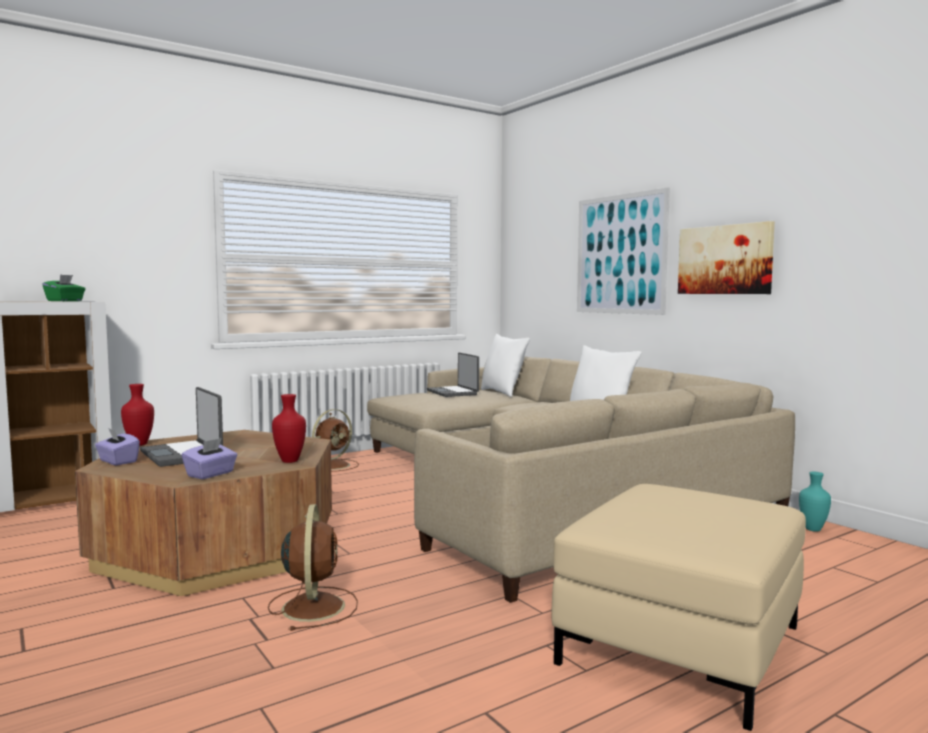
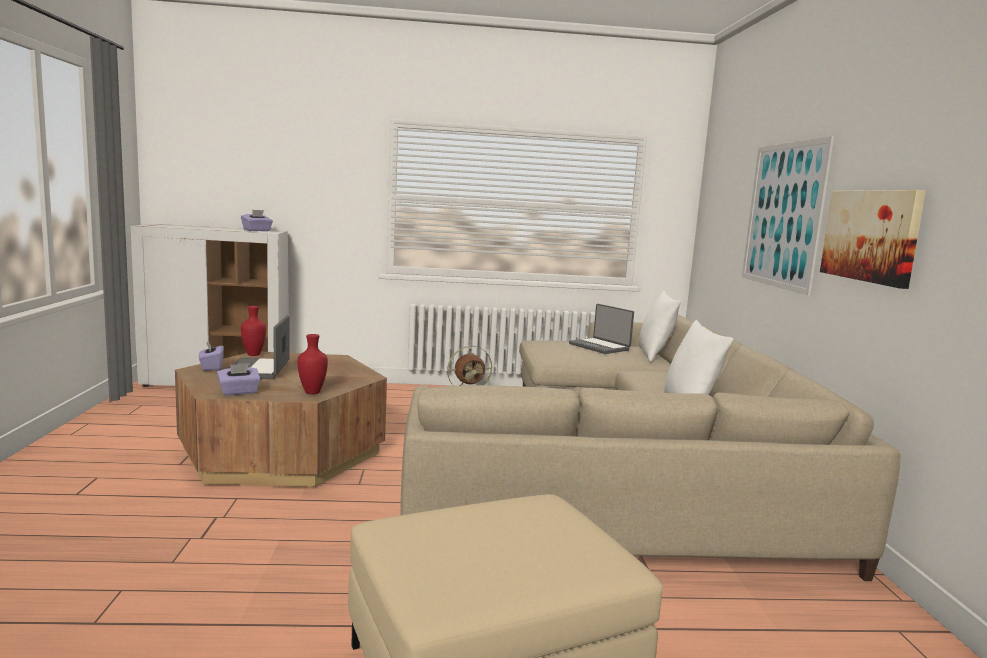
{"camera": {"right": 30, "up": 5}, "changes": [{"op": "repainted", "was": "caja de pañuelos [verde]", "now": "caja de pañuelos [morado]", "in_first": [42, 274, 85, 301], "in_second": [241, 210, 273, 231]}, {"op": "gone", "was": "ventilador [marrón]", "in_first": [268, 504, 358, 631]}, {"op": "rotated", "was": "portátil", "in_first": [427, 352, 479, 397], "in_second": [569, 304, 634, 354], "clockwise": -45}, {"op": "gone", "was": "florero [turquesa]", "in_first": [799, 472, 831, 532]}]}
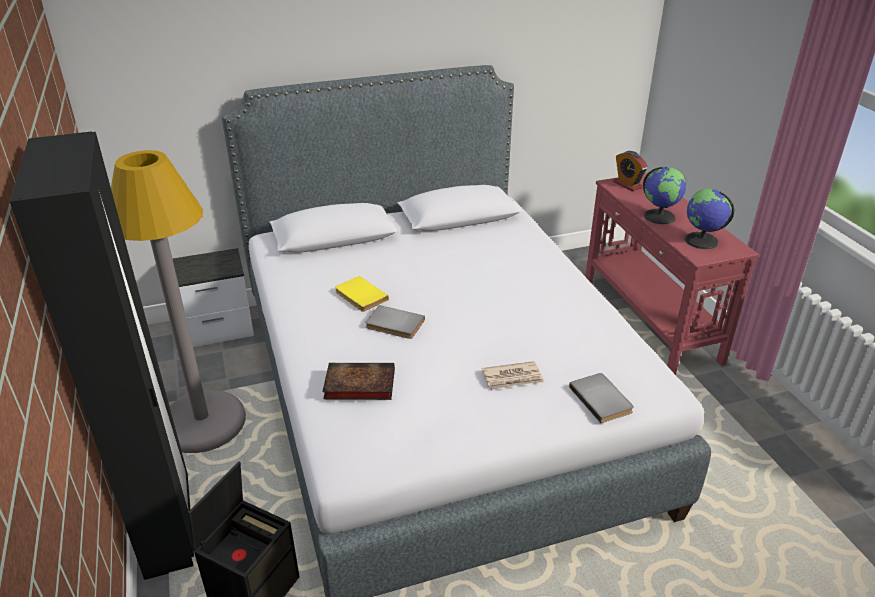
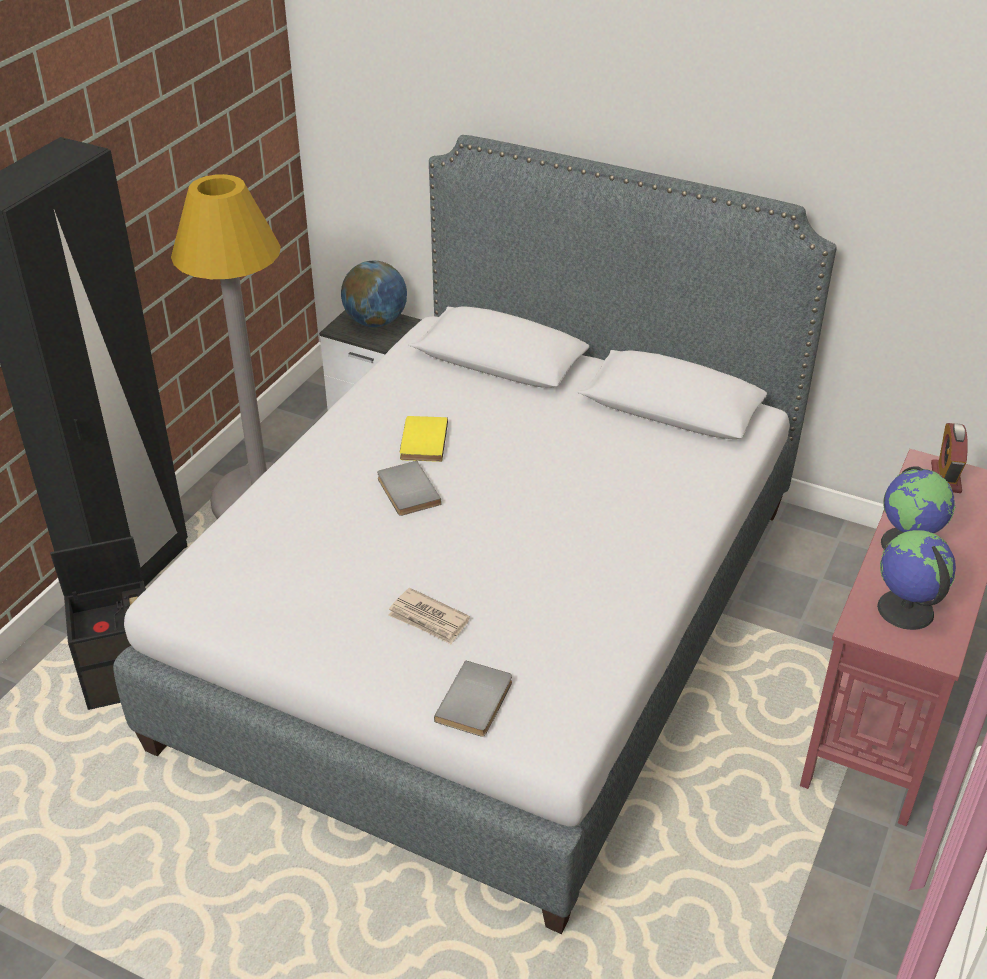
{"camera": {"right": 45, "up": 5}, "changes": [{"op": "gone", "was": "libro", "in_first": [322, 363, 395, 400]}, {"op": "new", "now": "globo terráqueo", "in_second": [341, 261, 407, 327]}]}
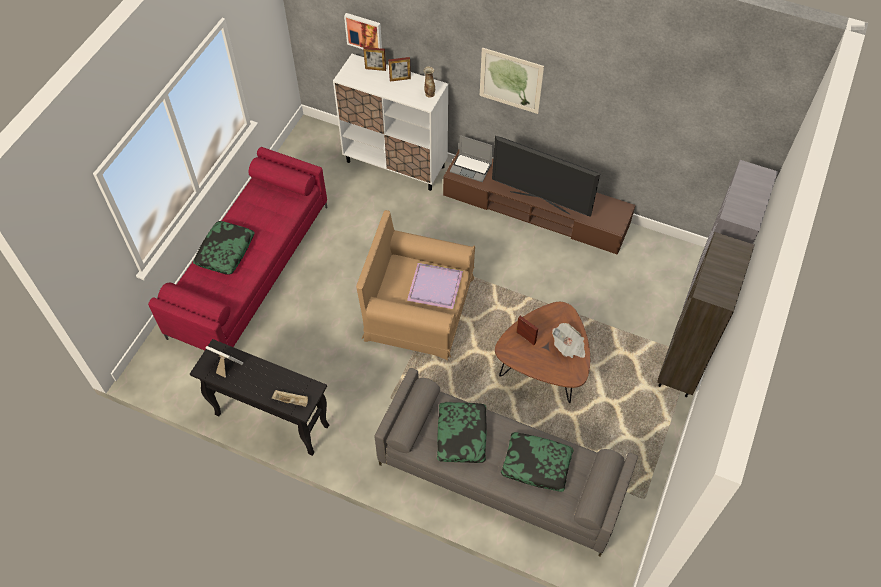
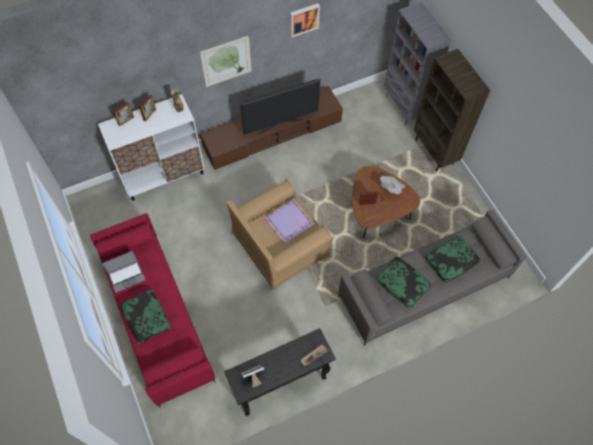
{"camera": {"right": -50, "up": 5}, "changes": [{"op": "shifted", "was": "cuadro", "in_first": [344, 13, 382, 49], "in_second": [290, 3, 320, 37]}, {"op": "shifted", "was": "portátil", "in_first": [450, 135, 493, 182], "in_second": [102, 251, 145, 293]}]}
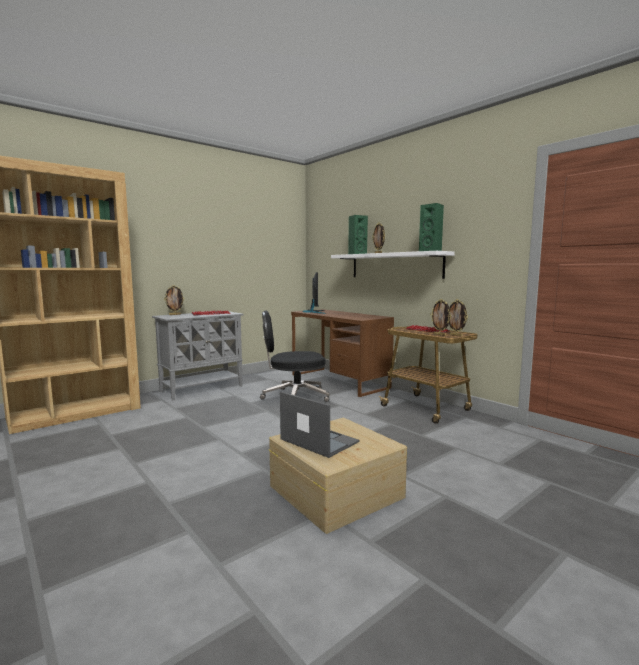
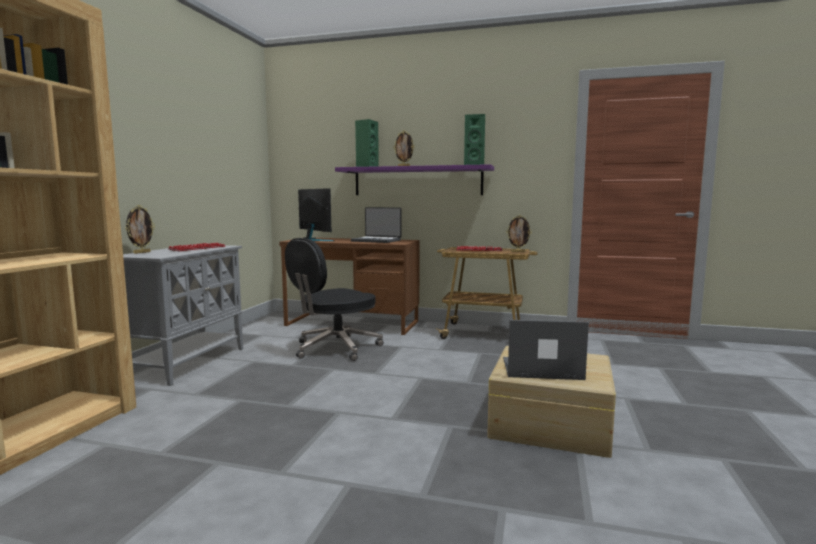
{"camera": {"right": -35, "up": 0}, "changes": [{"op": "repainted", "was": "estante [blanco]", "now": "estante [morado]", "in_first": [331, 251, 455, 279], "in_second": [335, 164, 494, 195]}, {"op": "gone", "was": "portarretratos", "in_first": [430, 299, 451, 336]}, {"op": "new", "now": "portátil", "in_second": [351, 207, 401, 243]}]}
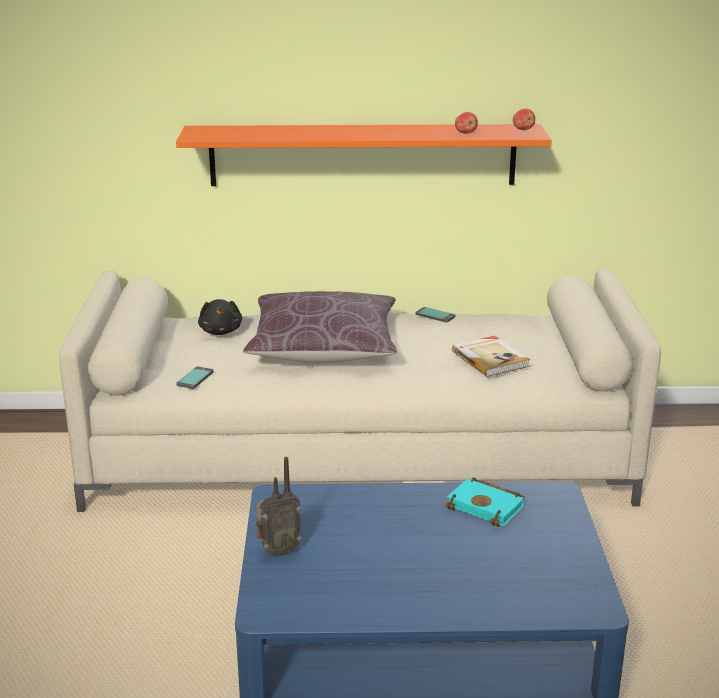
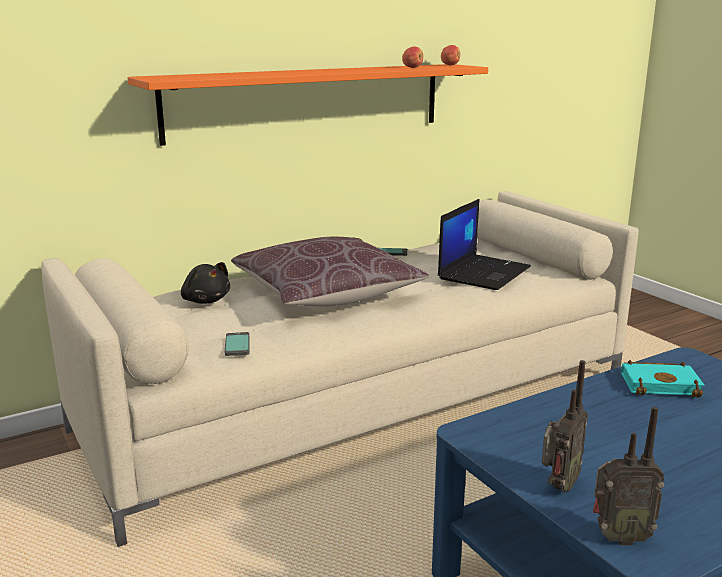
{"camera": {"right": -30, "up": -5}, "changes": [{"op": "swapped", "was": "libro", "now": "portátil", "in_first": [452, 336, 530, 377], "in_second": [438, 199, 531, 290]}, {"op": "new", "now": "radio", "in_second": [593, 407, 664, 546]}]}
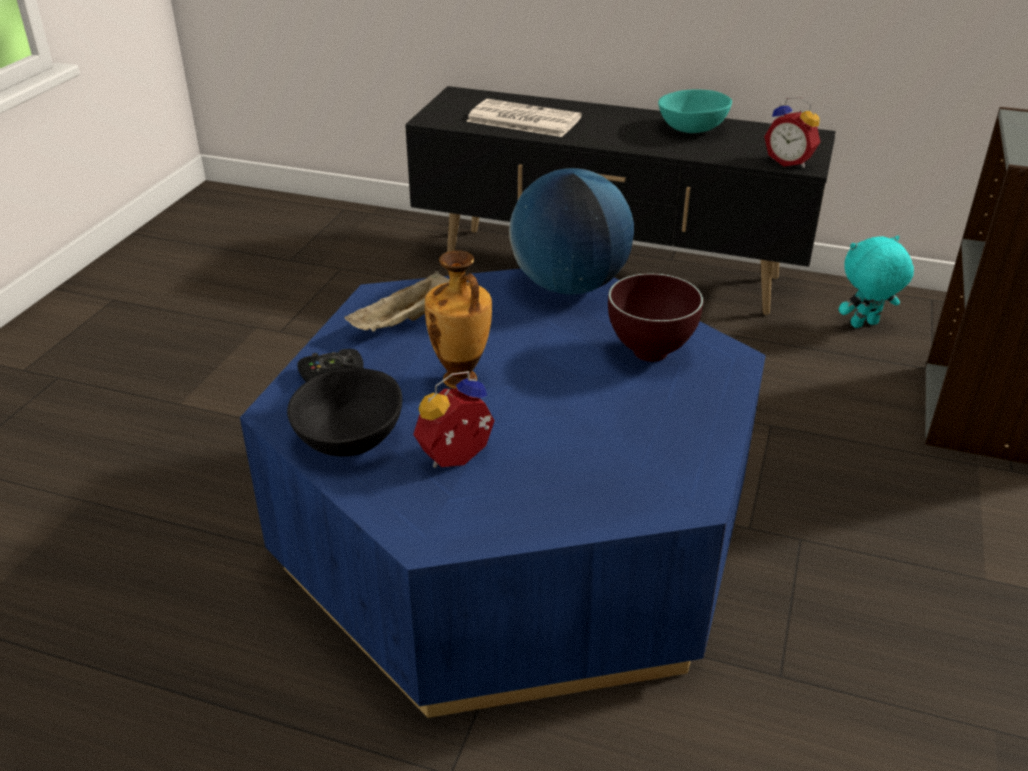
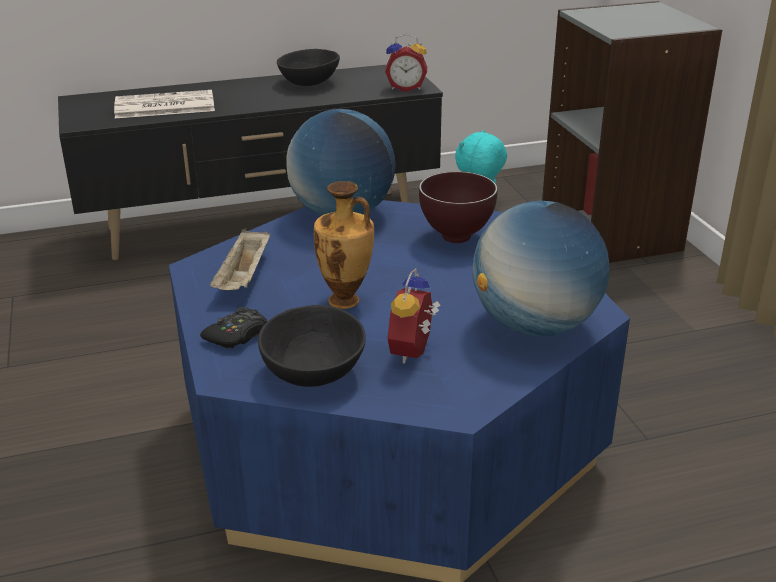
{"camera": {"right": -35, "up": -5}, "changes": [{"op": "repainted", "was": "cuenco [turquesa]", "now": "cuenco [negro]", "in_first": [658, 89, 732, 133], "in_second": [277, 49, 340, 86]}, {"op": "new", "now": "globo terráqueo", "in_second": [472, 201, 609, 337]}]}
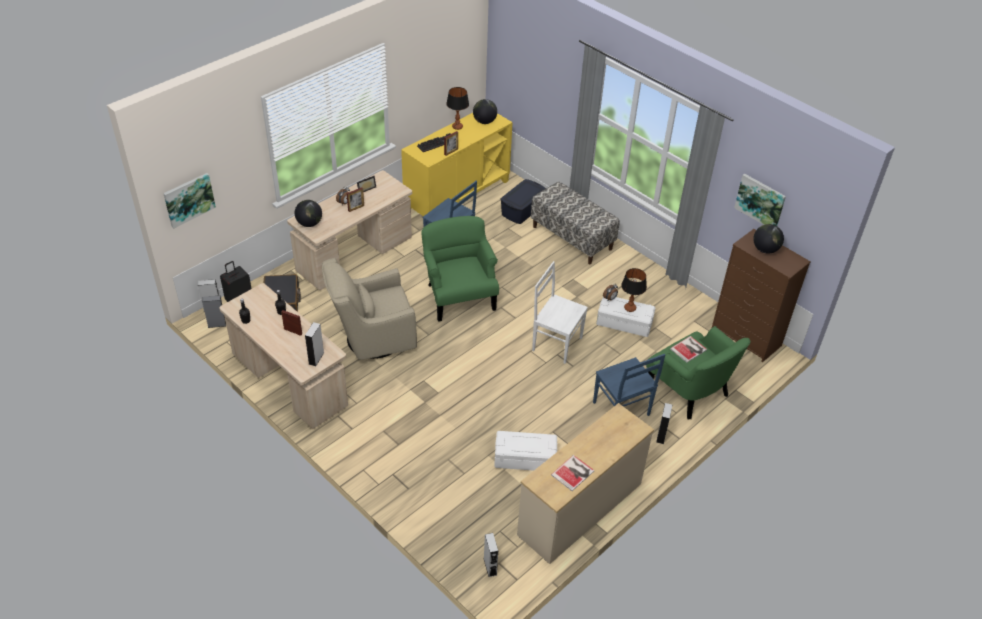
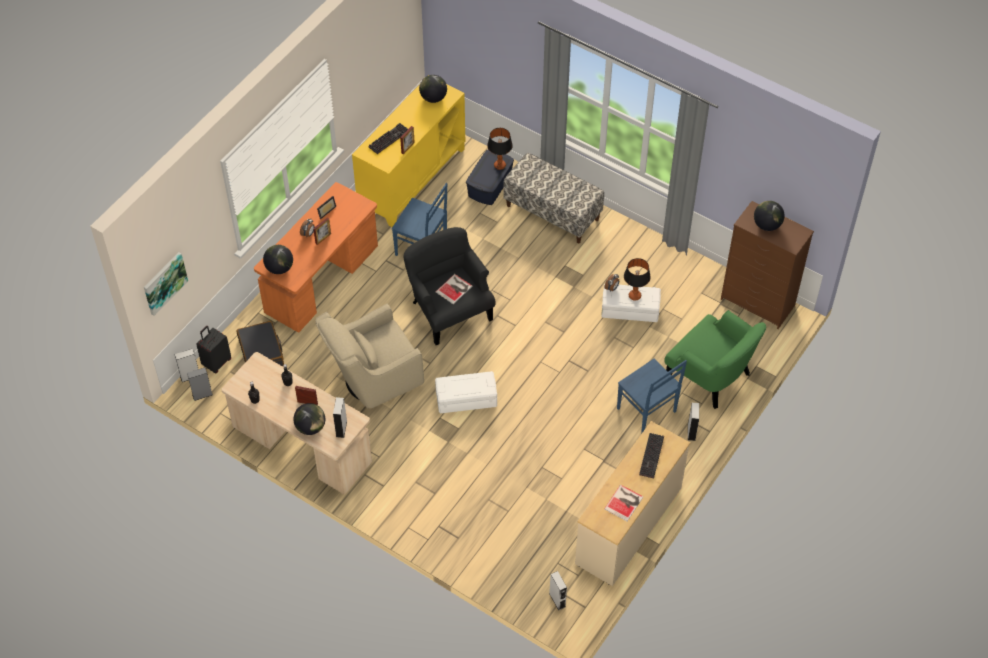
{"camera": {"right": -10, "up": 10}, "changes": [{"op": "repainted", "was": "escritorio [beis]", "now": "escritorio [naranja]", "in_first": [287, 170, 412, 290], "in_second": [254, 182, 378, 332]}, {"op": "repainted", "was": "sillón [verde]", "now": "sillón [negro]", "in_first": [421, 216, 499, 322], "in_second": [403, 227, 496, 345]}, {"op": "shifted", "was": "lámpara de mesa", "in_first": [446, 87, 469, 130], "in_second": [487, 128, 513, 170]}, {"op": "shifted", "was": "caja de almacenaje [blanco]", "in_first": [494, 431, 557, 471], "in_second": [435, 371, 497, 413]}, {"op": "gone", "was": "silla [blanco]", "in_first": [532, 261, 588, 364]}, {"op": "shifted", "was": "libro", "in_first": [670, 336, 707, 363], "in_second": [436, 274, 472, 304]}, {"op": "gone", "was": "cuadro", "in_first": [734, 174, 786, 226]}, {"op": "new", "now": "globo terráqueo", "in_second": [293, 403, 325, 435]}, {"op": "new", "now": "teclado", "in_second": [639, 433, 664, 478]}]}
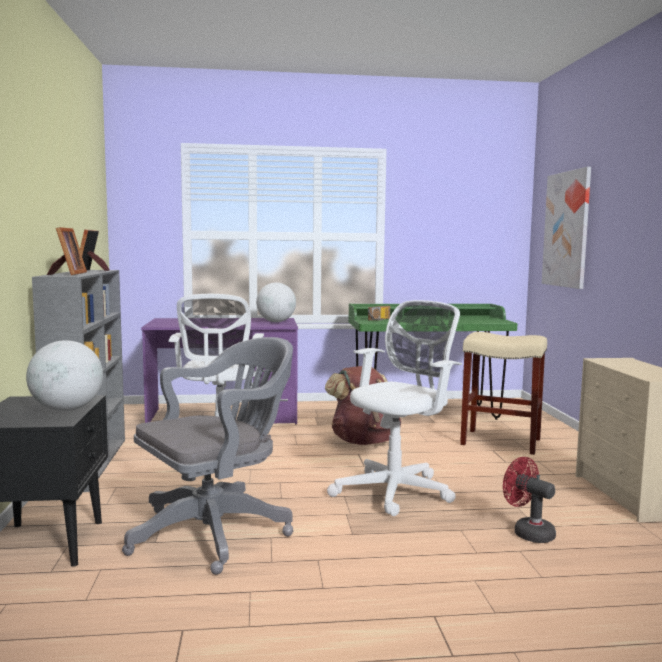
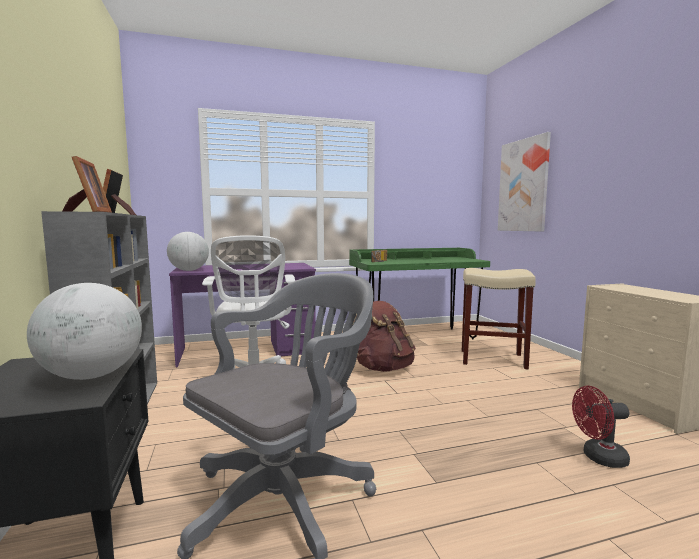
{"camera": {"right": -10, "up": 0}, "changes": [{"op": "shifted", "was": "globo terráqueo", "in_first": [256, 283, 296, 322], "in_second": [167, 232, 209, 271]}, {"op": "gone", "was": "silla de oficina [blanco]", "in_first": [327, 300, 462, 516]}, {"op": "rotated", "was": "ventilador [rojo]", "in_first": [503, 457, 556, 543], "in_second": [572, 386, 630, 468], "clockwise": -45}]}
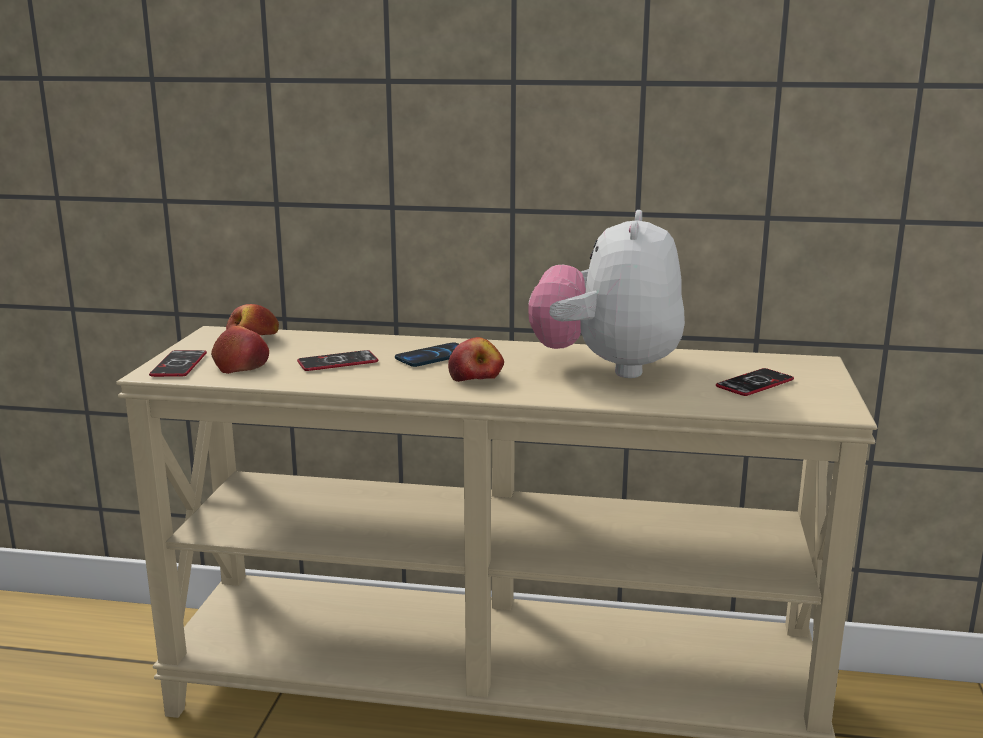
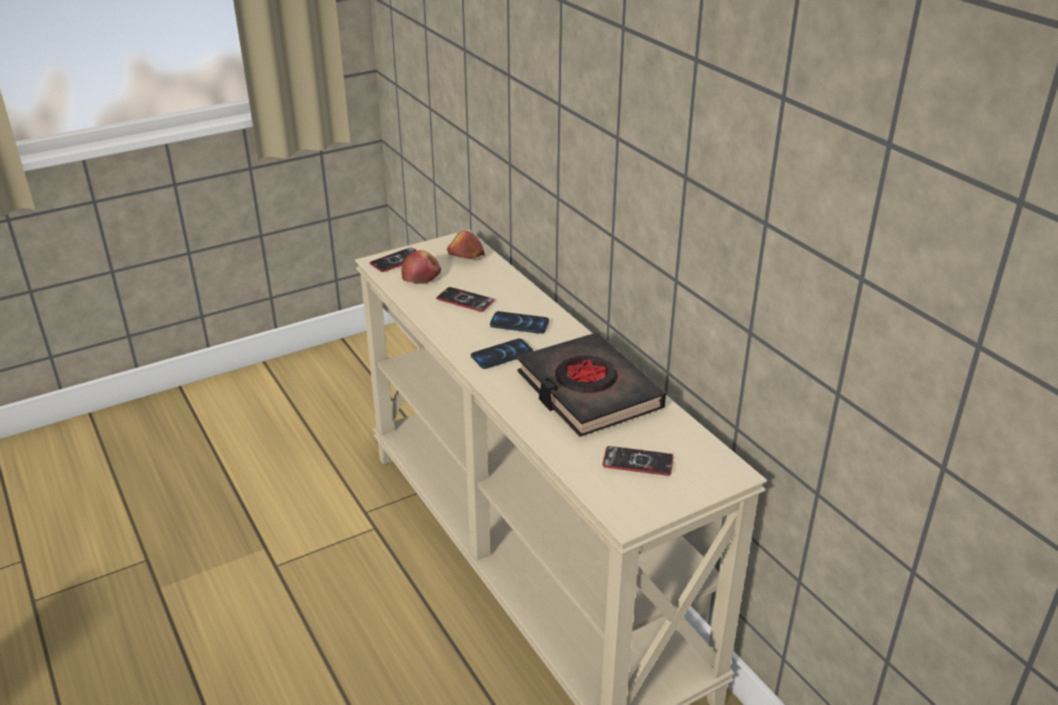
{"camera": {"right": 50, "up": 15}, "changes": [{"op": "swapped", "was": "manzana", "now": "móvil", "in_first": [448, 337, 504, 382], "in_second": [471, 338, 533, 369]}, {"op": "swapped", "was": "peluche", "now": "libro [negro]", "in_first": [529, 210, 685, 378], "in_second": [517, 332, 666, 437]}]}
